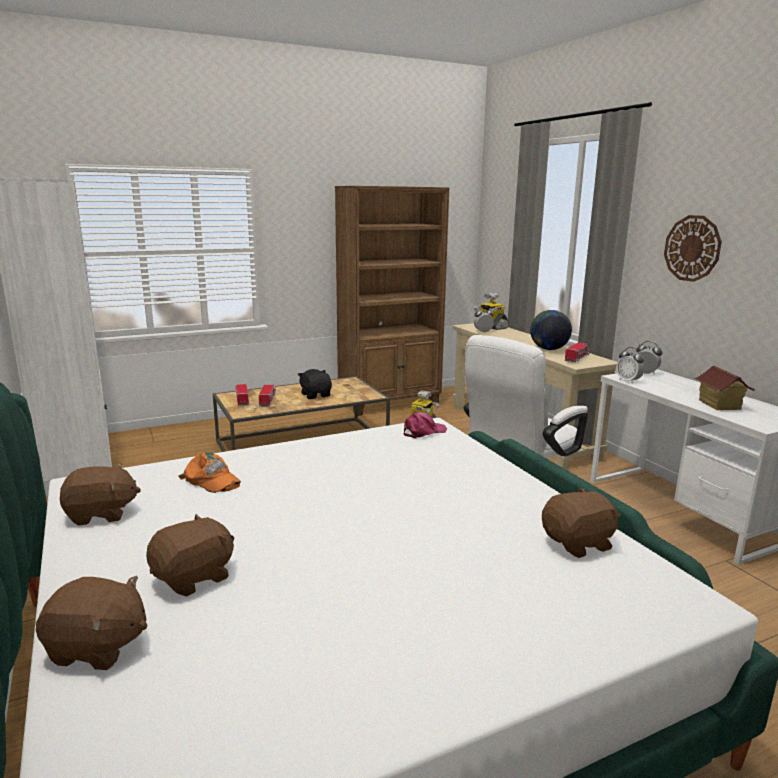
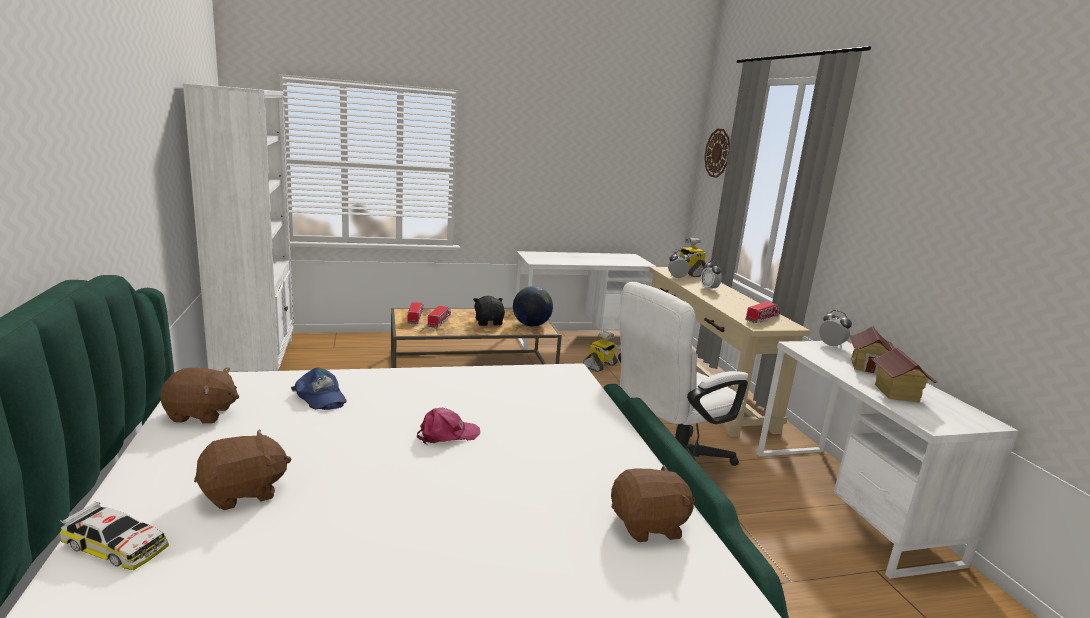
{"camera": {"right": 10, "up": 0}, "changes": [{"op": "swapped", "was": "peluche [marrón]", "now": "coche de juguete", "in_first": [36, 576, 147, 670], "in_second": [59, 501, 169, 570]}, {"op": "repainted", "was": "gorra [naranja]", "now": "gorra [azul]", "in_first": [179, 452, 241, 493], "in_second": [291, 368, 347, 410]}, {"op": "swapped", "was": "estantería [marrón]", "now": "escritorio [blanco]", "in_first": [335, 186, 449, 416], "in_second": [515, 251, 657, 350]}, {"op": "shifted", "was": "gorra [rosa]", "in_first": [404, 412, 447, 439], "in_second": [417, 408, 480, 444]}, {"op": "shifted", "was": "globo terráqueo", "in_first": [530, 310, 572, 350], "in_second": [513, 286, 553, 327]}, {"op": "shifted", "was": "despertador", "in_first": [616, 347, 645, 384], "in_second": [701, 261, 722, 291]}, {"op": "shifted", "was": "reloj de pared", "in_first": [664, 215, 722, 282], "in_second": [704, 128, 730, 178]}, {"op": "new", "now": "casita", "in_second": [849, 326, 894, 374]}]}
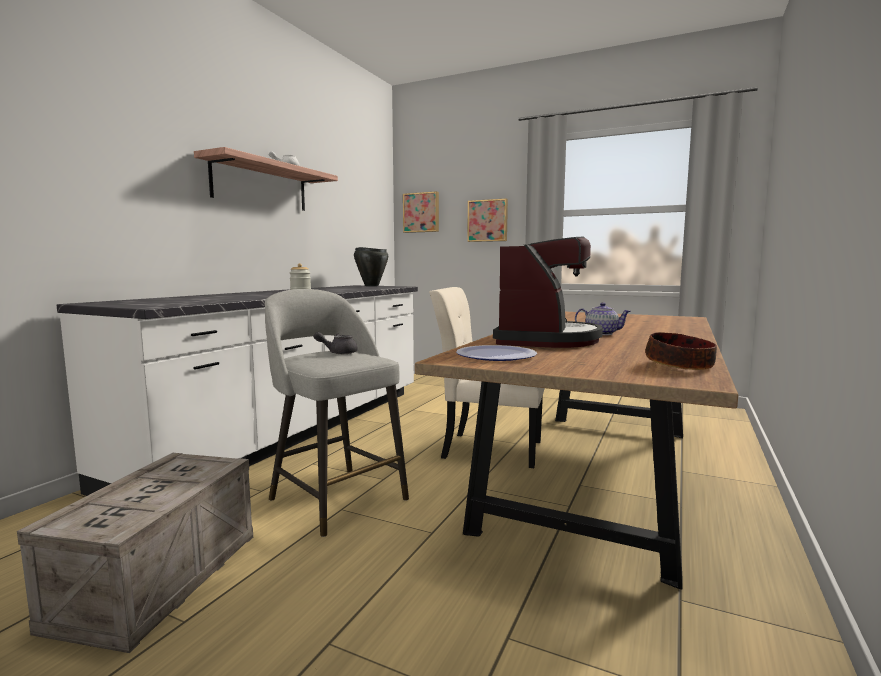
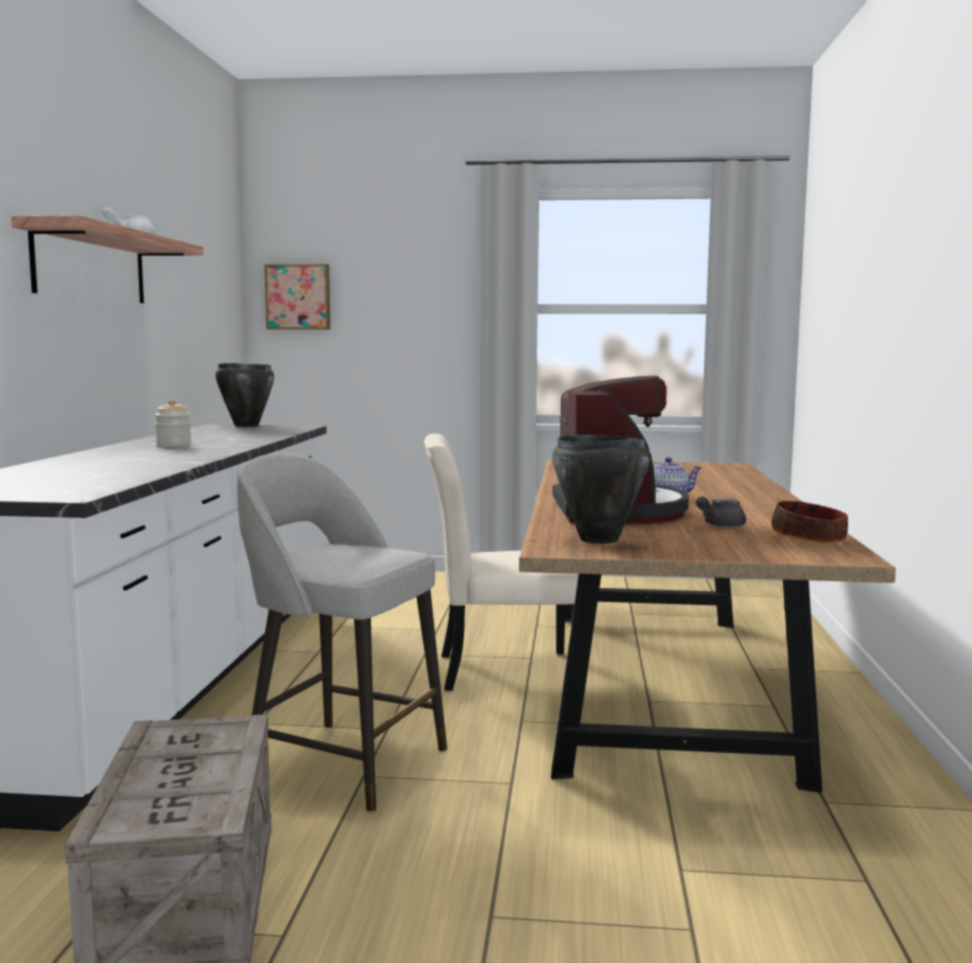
{"camera": {"right": -20, "up": 0}, "changes": [{"op": "shifted", "was": "tetera [gris]", "in_first": [313, 332, 358, 354], "in_second": [696, 496, 746, 527]}, {"op": "swapped", "was": "plato", "now": "olla [negro]", "in_first": [456, 345, 537, 361], "in_second": [552, 434, 651, 544]}, {"op": "gone", "was": "cuadro", "in_first": [467, 199, 508, 242]}]}
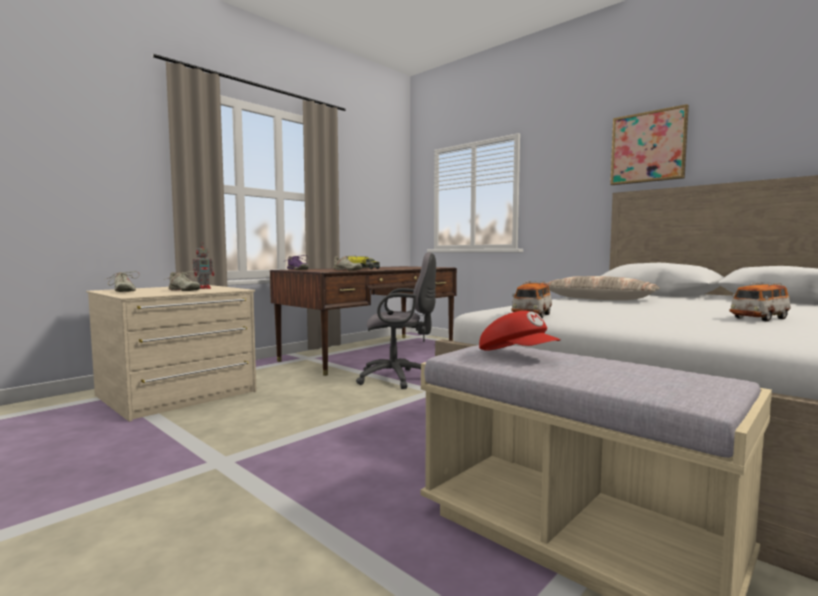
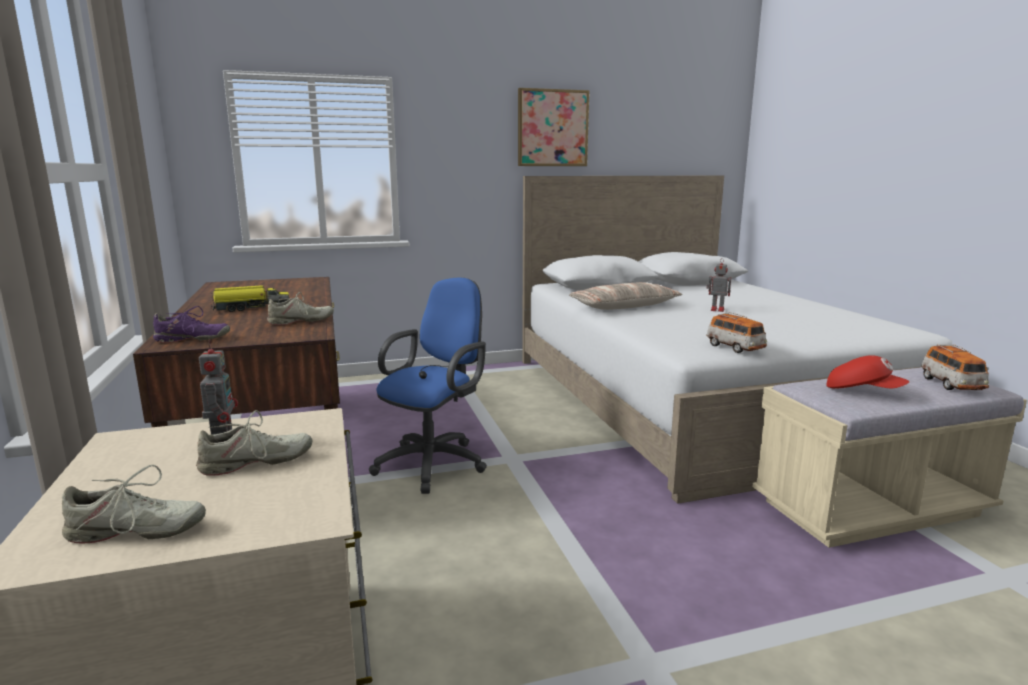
{"camera": {"right": -60, "up": 10}, "changes": [{"op": "repainted", "was": "silla de oficina [gris]", "now": "silla de oficina [azul]", "in_first": [356, 253, 436, 389], "in_second": [369, 277, 487, 494]}, {"op": "rotated", "was": "gorra [rojo]", "in_first": [479, 311, 561, 351], "in_second": [826, 355, 909, 389], "clockwise": 45}, {"op": "shifted", "was": "coche de juguete", "in_first": [729, 282, 791, 321], "in_second": [921, 344, 989, 390]}, {"op": "new", "now": "robot de juguete", "in_second": [706, 258, 731, 312]}]}
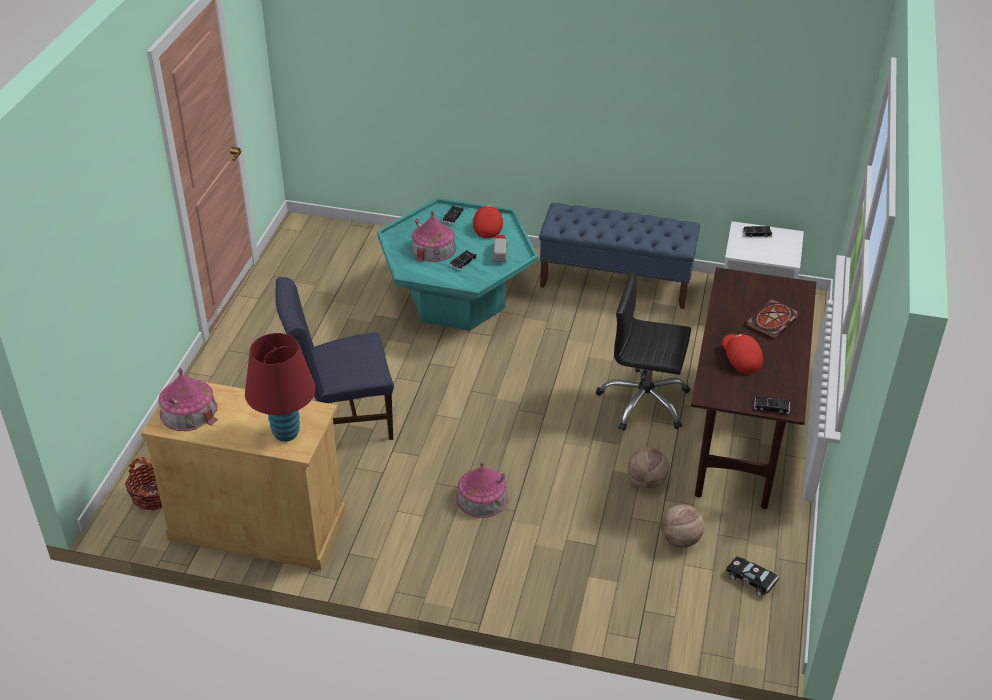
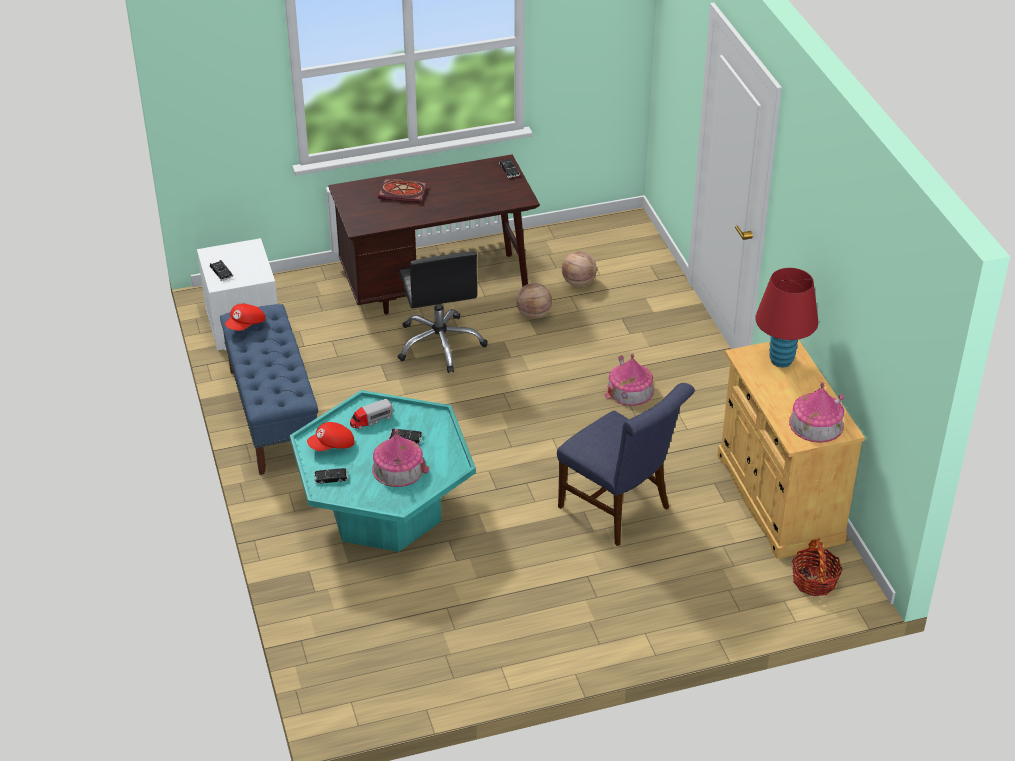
{"camera": {"right": -120, "up": 0}, "changes": [{"op": "shifted", "was": "gorra [rojo]", "in_first": [722, 334, 763, 374], "in_second": [225, 304, 266, 331]}, {"op": "gone", "was": "coche de juguete [negro]", "in_first": [726, 556, 779, 597]}]}
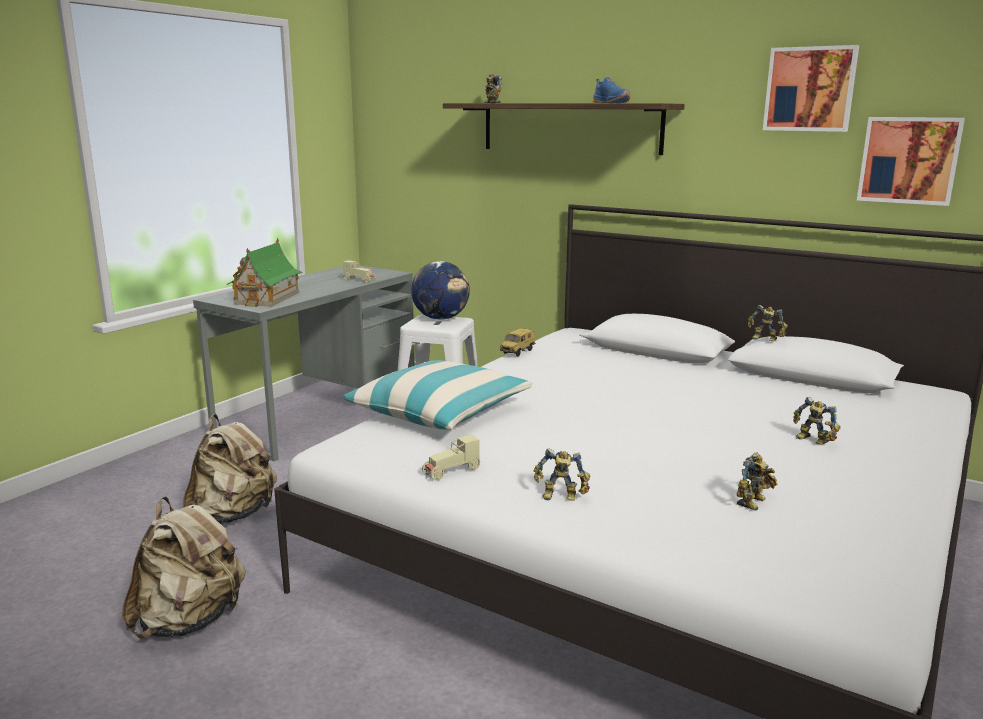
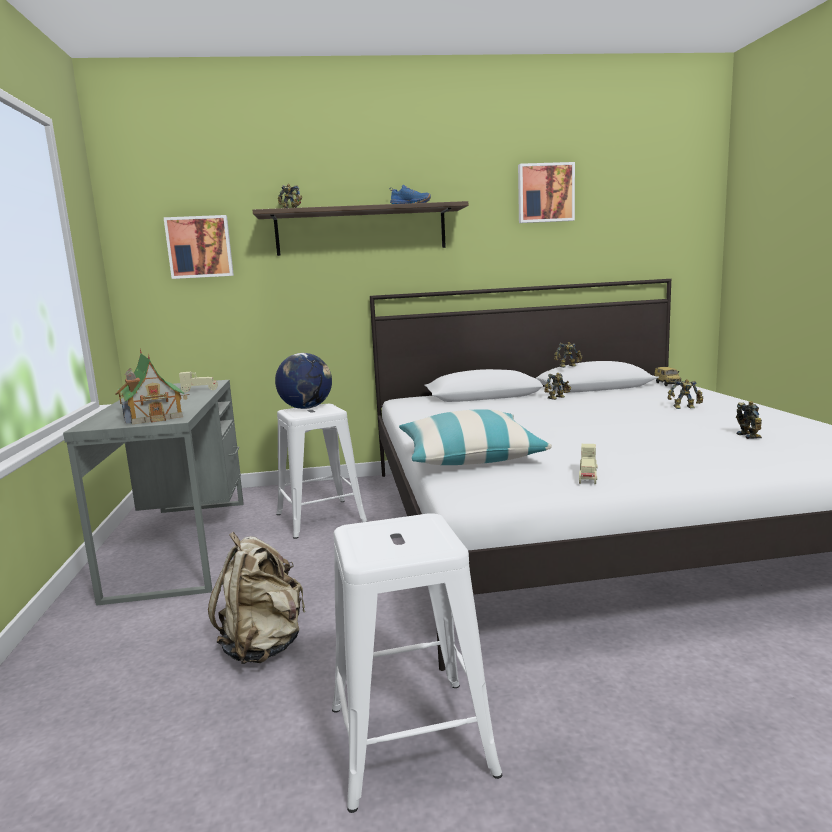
{"camera": {"right": -40, "up": -5}, "changes": [{"op": "swapped", "was": "mochila [beis]", "now": "taburete [blanco]", "in_first": [122, 497, 246, 639], "in_second": [332, 513, 502, 813]}, {"op": "shifted", "was": "coche de juguete", "in_first": [500, 328, 536, 356], "in_second": [654, 367, 681, 386]}, {"op": "shifted", "was": "robot de juguete", "in_first": [534, 448, 590, 501], "in_second": [544, 373, 571, 400]}, {"op": "shifted", "was": "cuadro", "in_first": [857, 117, 965, 206], "in_second": [163, 215, 234, 279]}]}
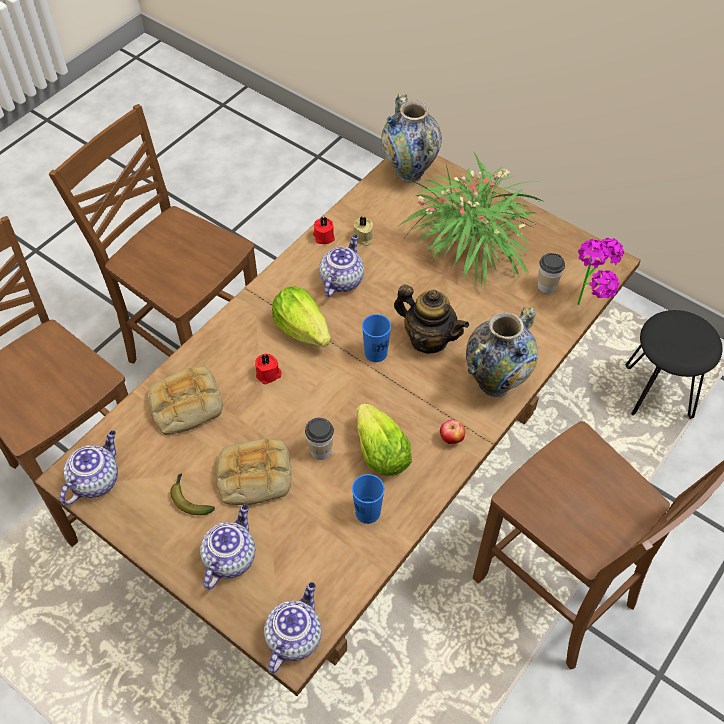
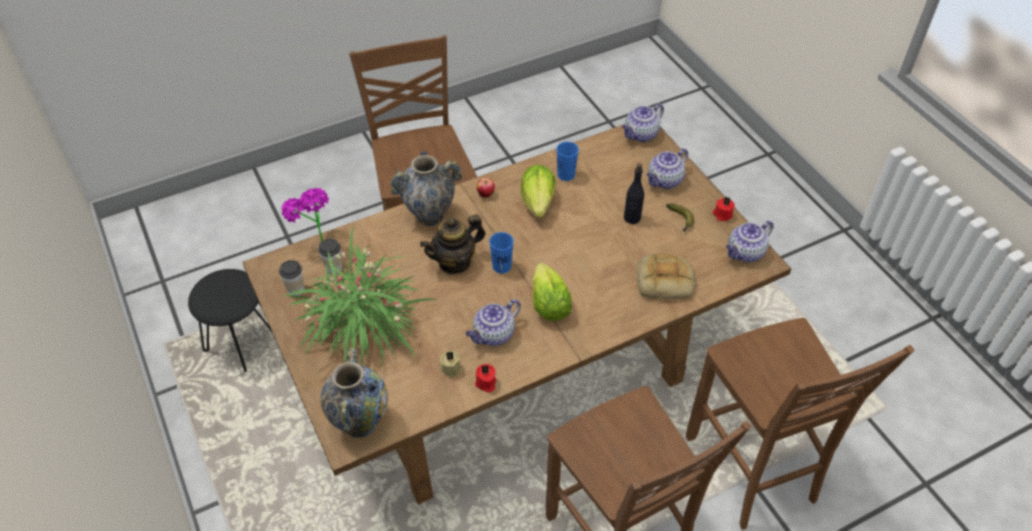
{"camera": {"right": -155, "up": -5}, "changes": [{"op": "swapped", "was": "pan", "now": "botella [negro]", "in_first": [216, 439, 291, 505], "in_second": [624, 163, 644, 224]}, {"op": "shifted", "was": "vela [rojo]", "in_first": [255, 353, 282, 384], "in_second": [712, 196, 735, 221]}, {"op": "shifted", "was": "taza", "in_first": [305, 418, 334, 460], "in_second": [279, 260, 304, 296]}, {"op": "rotated", "was": "tetera", "in_first": [394, 284, 469, 353], "in_second": [420, 215, 485, 275], "clockwise": -90}]}
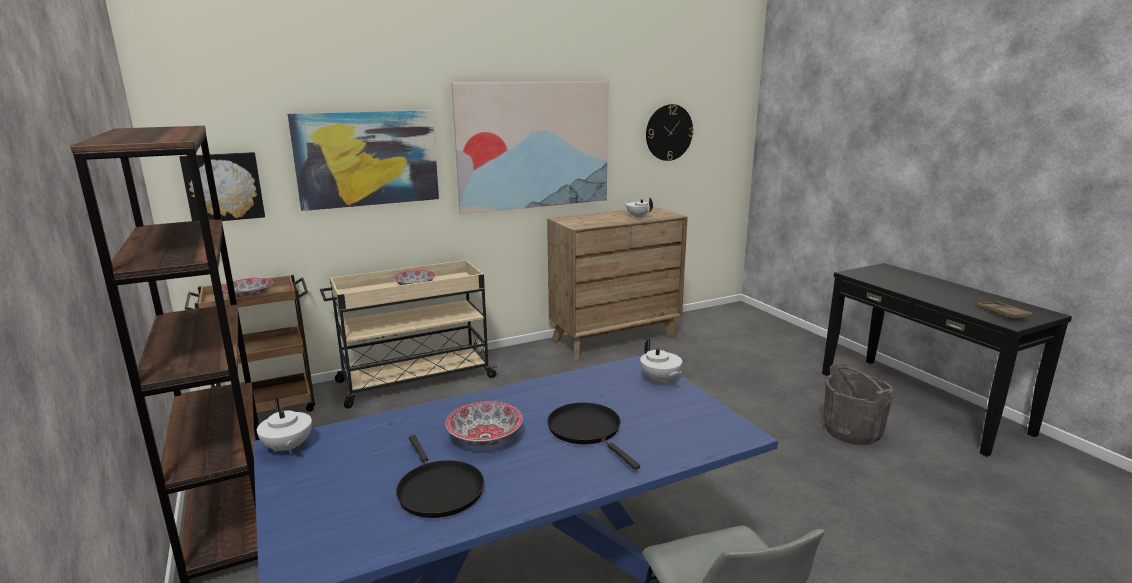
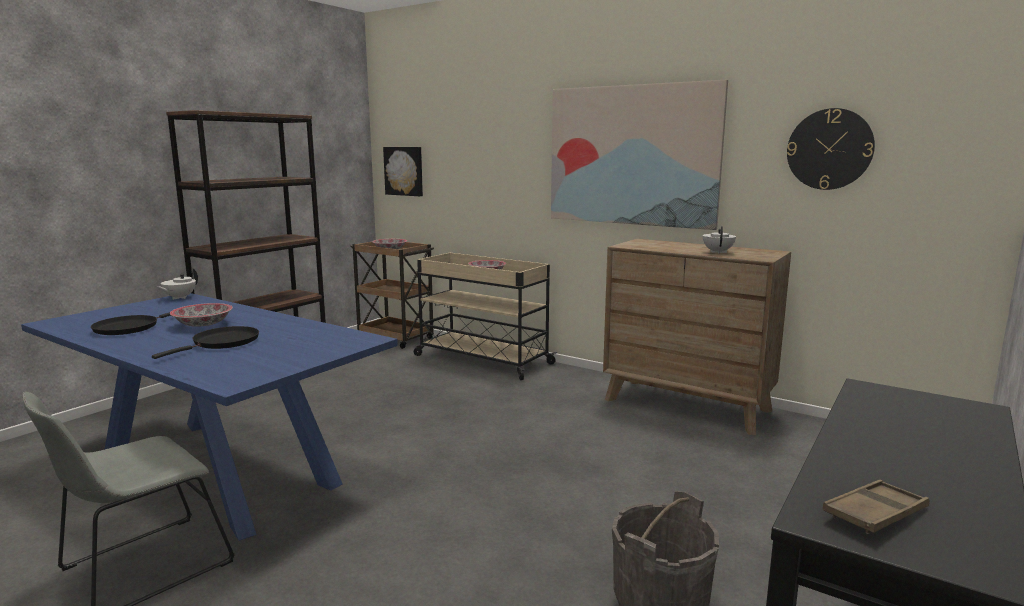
{"camera": {"right": 60, "up": -5}, "changes": [{"op": "gone", "was": "cuadro", "in_first": [288, 110, 439, 211]}, {"op": "gone", "was": "tetera [blanco]", "in_first": [640, 339, 682, 384]}]}
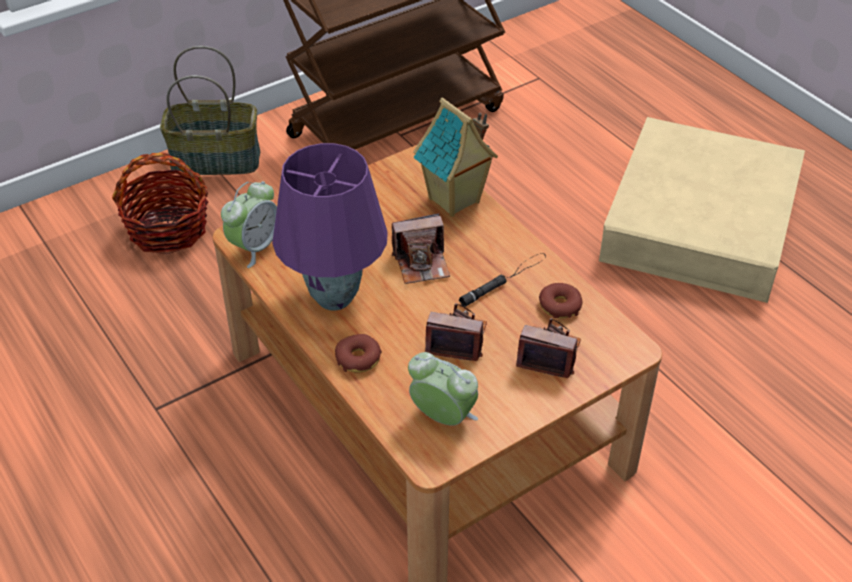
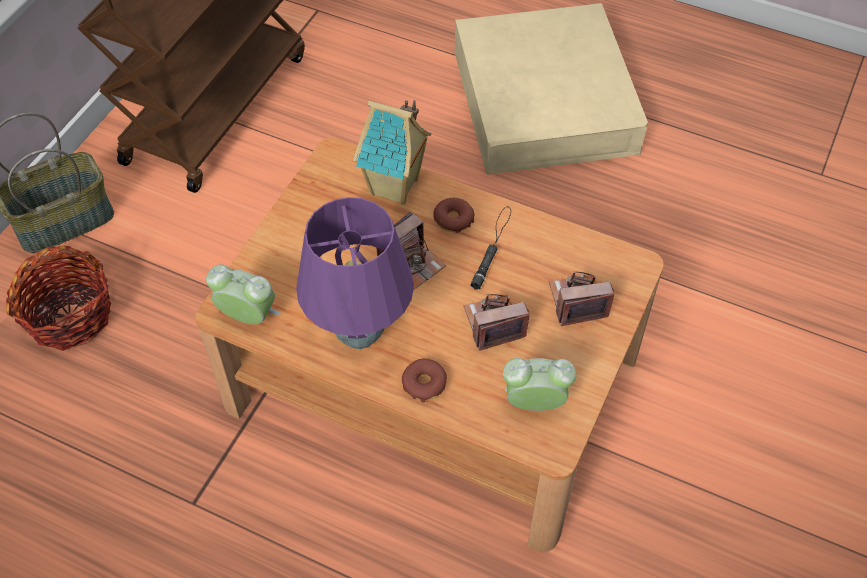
{"camera": {"right": -30, "up": 10}, "changes": [{"op": "rotated", "was": "despertador", "in_first": [221, 181, 277, 268], "in_second": [206, 264, 280, 324], "clockwise": -75}, {"op": "shifted", "was": "rosquilla", "in_first": [539, 283, 583, 318], "in_second": [434, 198, 474, 233]}]}
